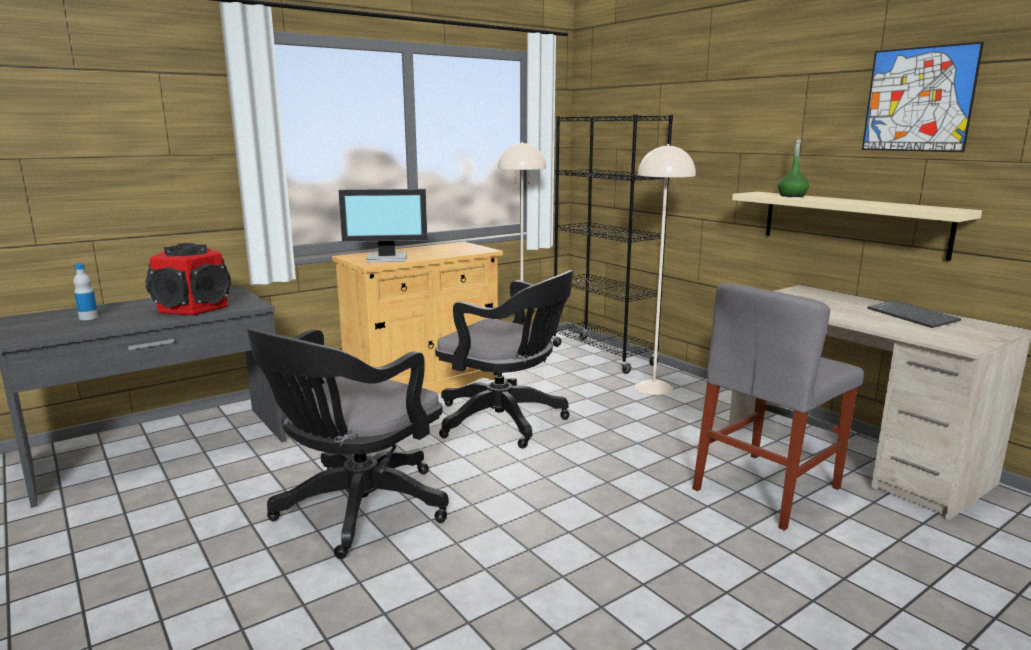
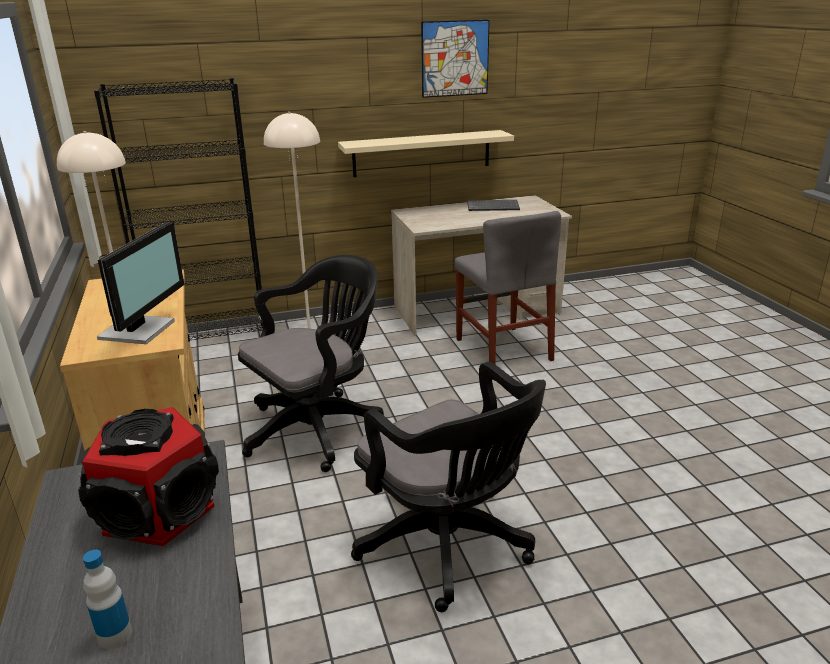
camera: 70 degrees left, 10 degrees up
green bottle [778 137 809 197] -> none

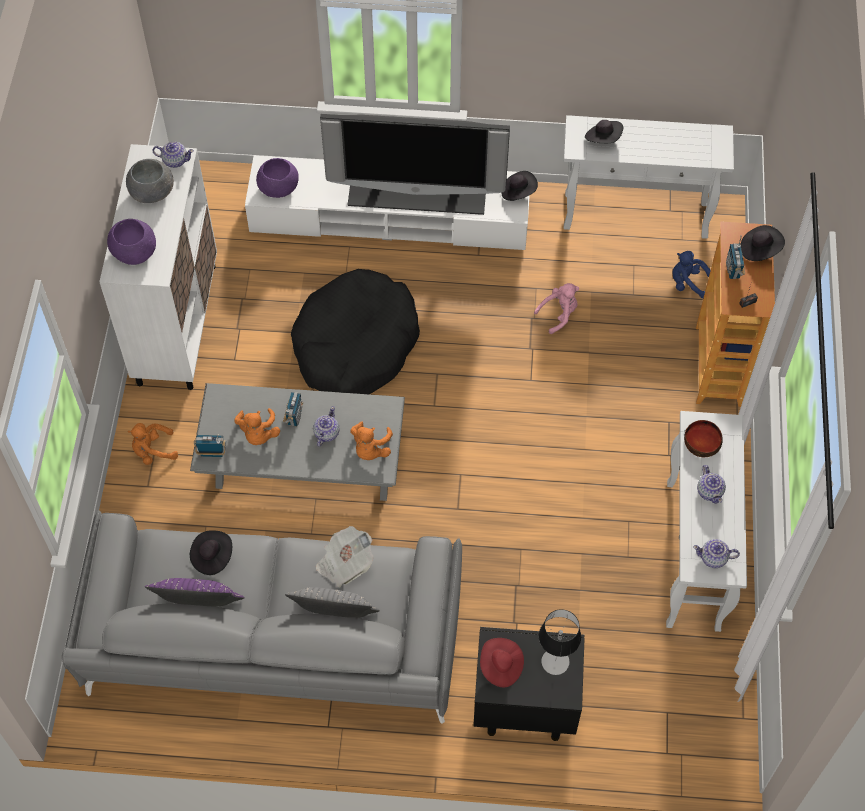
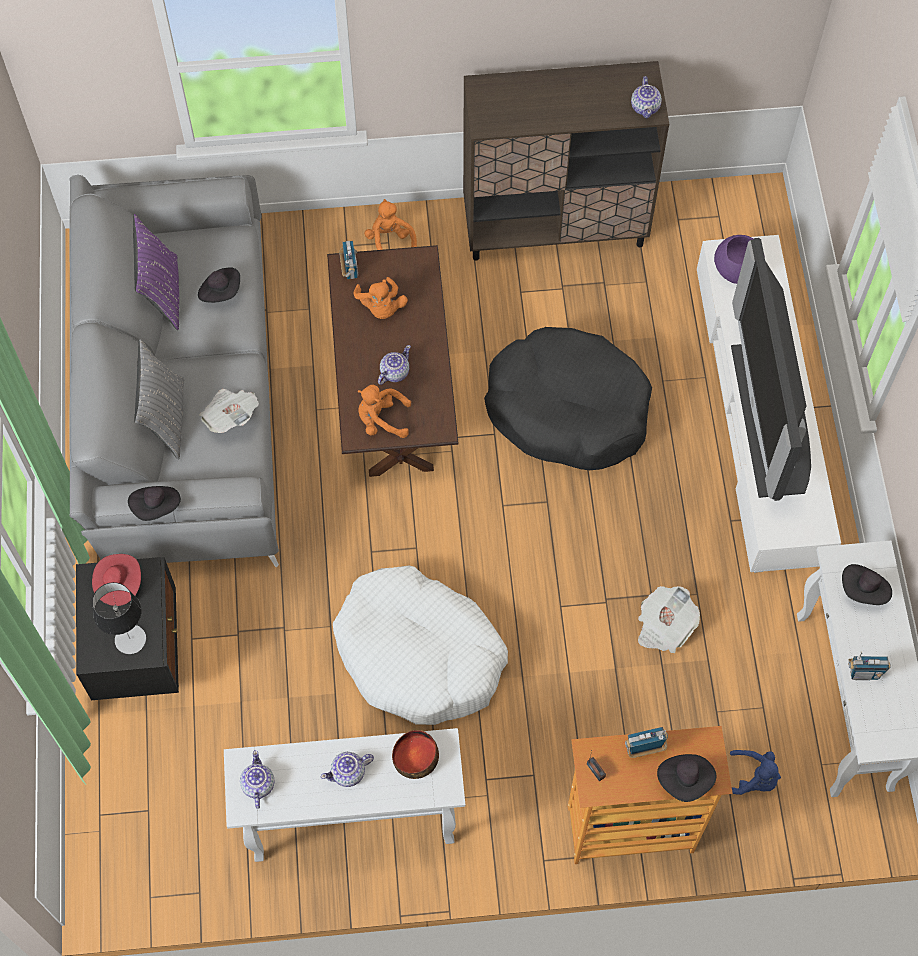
camera: 80 degrees right, 5 degrees up
black hat [501 171 538 201] -> black hat [128 486 181 521], shifted
grey coffee table [190 383 405 501] -> brown coffee table [327 245 459 477]
none -> white dog bed [333 566 508 725]
orange plush toy [234 408 280 445] -> orange plush toy [353 277 408 319], 90 degrees counterclockwise
teapot [313 406 339 447] -> teapot [378 345 411 385], 60 degrees counterclockwise
white cabinet [99 144 217 390] -> brown cabinet [463 61 669 261]
pink plush toy [534 283 579 334] -> newspaper [638 586 700 653]
blue plush toy [673 251 711 298] -> blue plush toy [730 750 781 795], 105 degrees clockwise
radio [283 392 303 426] -> radio [848 651 891 680], shifted
purple bowl [107 219 156 265] -> none
grey bowl [126 159 174 203] -> none

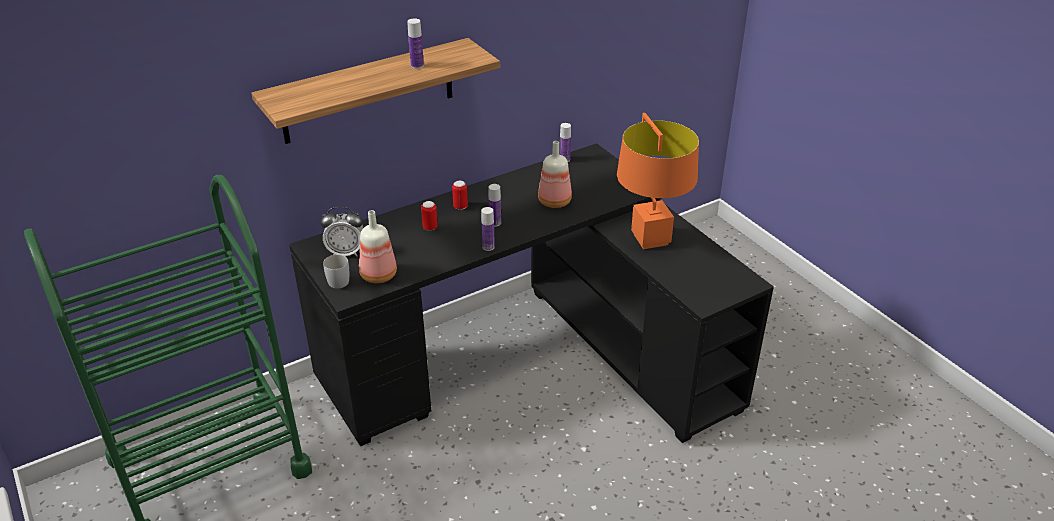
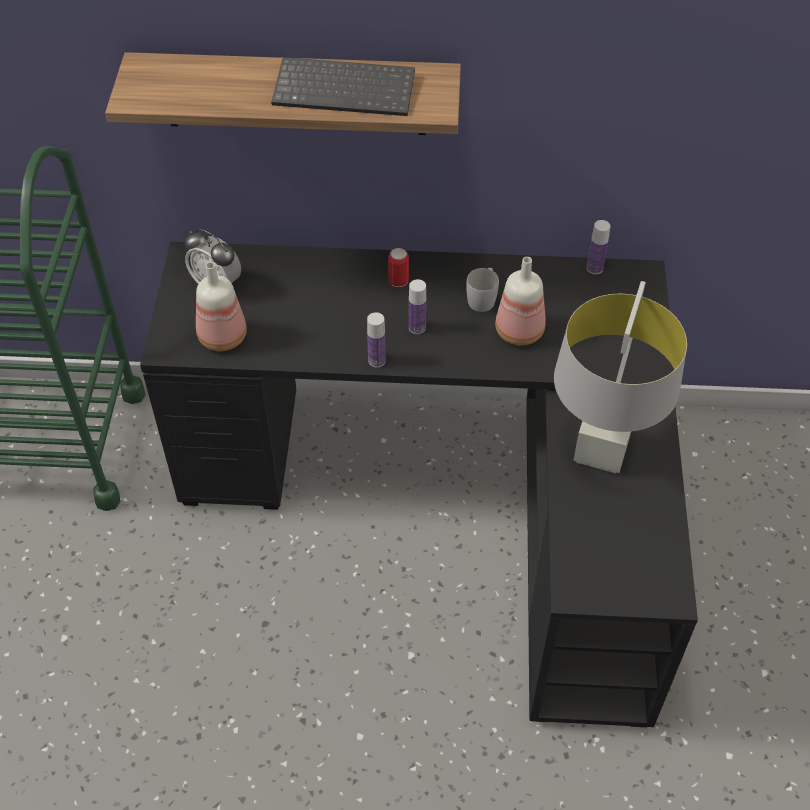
camera: 35 degrees right, 15 degrees up
bottle [407 19 424 69] -> keyboard [271 57 415 116]
white mug [323 255 349 289] -> white mug [466 268 499 312], shifted
orange table lamp [617 113 699 249] -> grey table lamp [554 281 687 473]
can [421 201 438 231] -> none

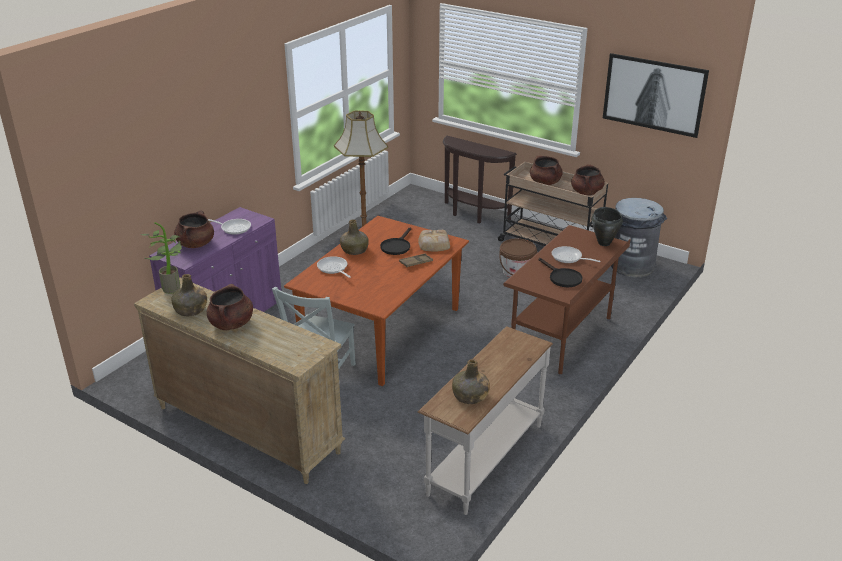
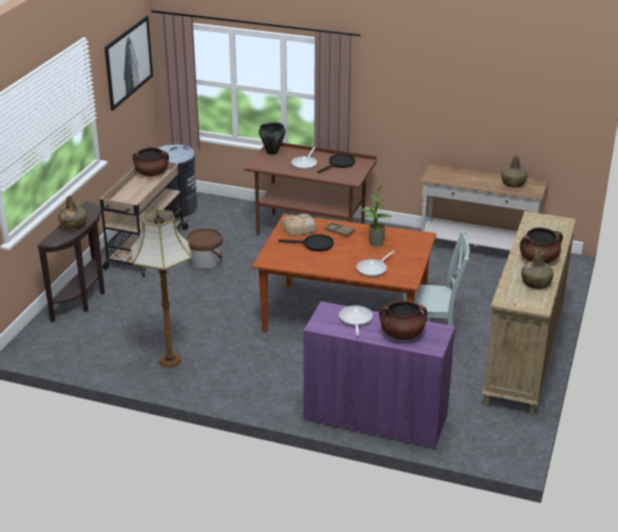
camera: 105 degrees left, 0 degrees up
green bottle [340 219 369 255] -> green bottle [58 196 87 230], shifted
potted plant [139 222 181 294] -> potted plant [359 185 391 247], shifted
brown cooking pot [530 156 563 185] -> none

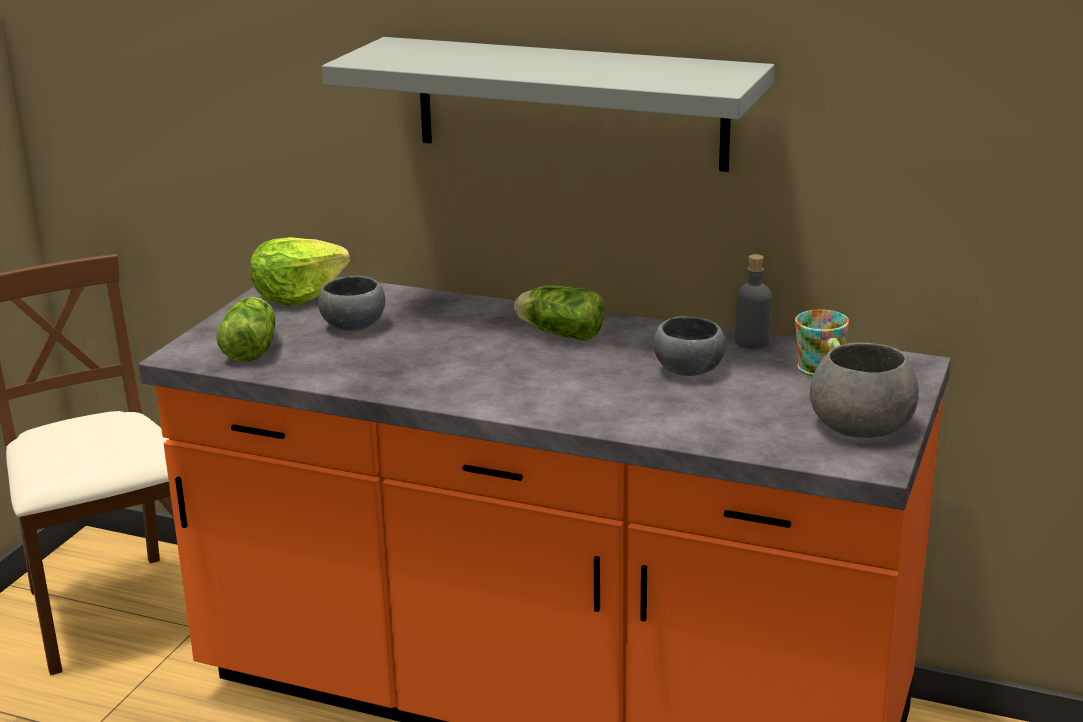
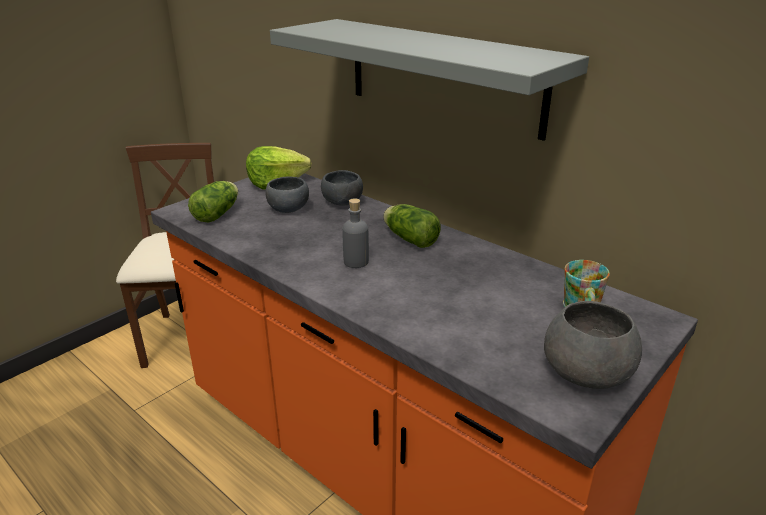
camera: 20 degrees right, 5 degrees up
grey bowl [654 316 725 376] -> grey bowl [321 170 363 206], shifted
grey bottle [735 254 772 349] -> grey bottle [342 198 369 268], shifted

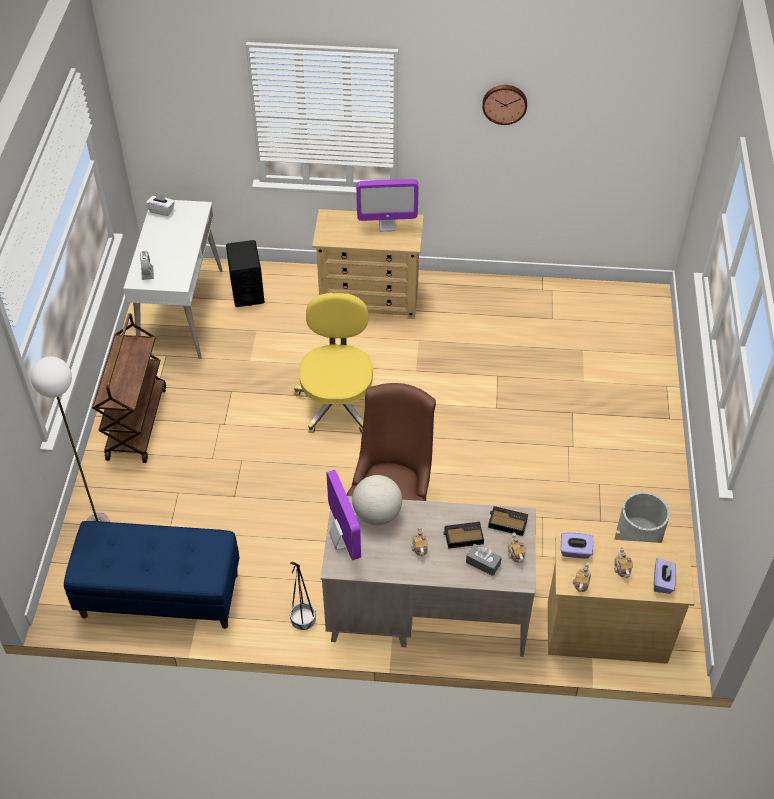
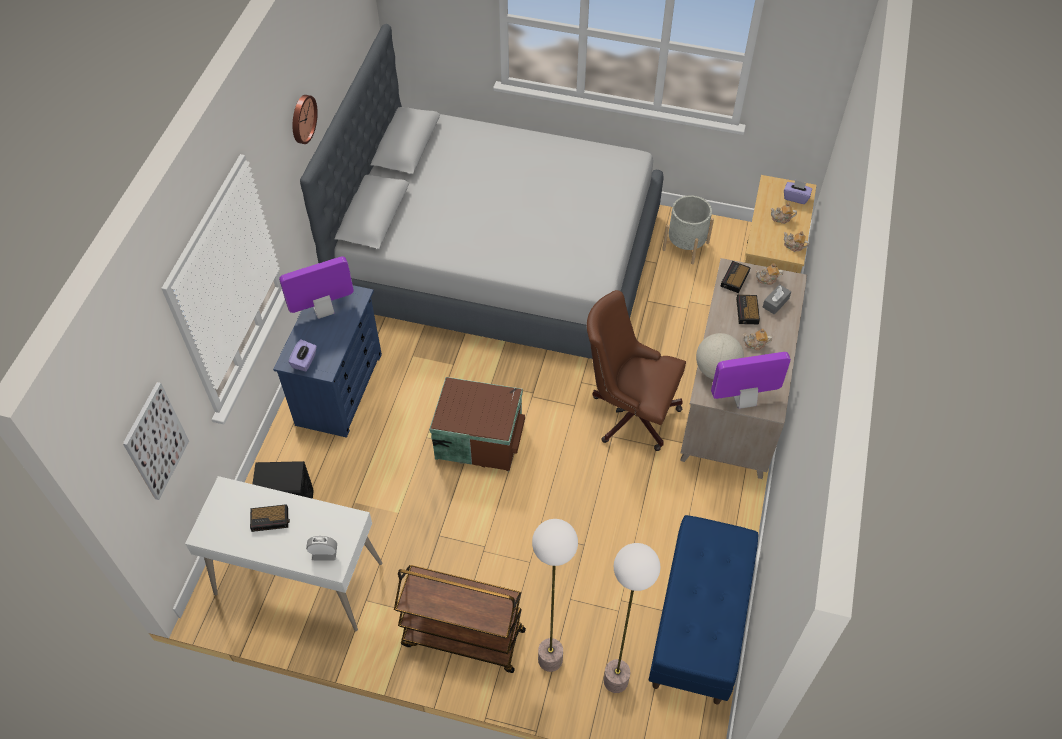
camera: 80 degrees left, 5 degrees up
none -> picture [123 382 189 500]
none -> alarm clock [250 504 290 532]
beige dresser [312 209 424 319] -> blue dresser [273 285 382 438]
monitor [356 179 418 232] -> monitor [279 256 354 319], 120 degrees counterclockwise
purple tissue box [561 532 594 559] -> purple tissue box [288 339 317 371], shifted
none -> grey bed [300 24 664 359]
yellow office chair [294 293 377 433] -> brown storage box [429 377 525 472]
none -> floor lamp [532 519 578 672]
white tissue box [146 193 175 216] -> none
black planter [290 562 316 630] -> none

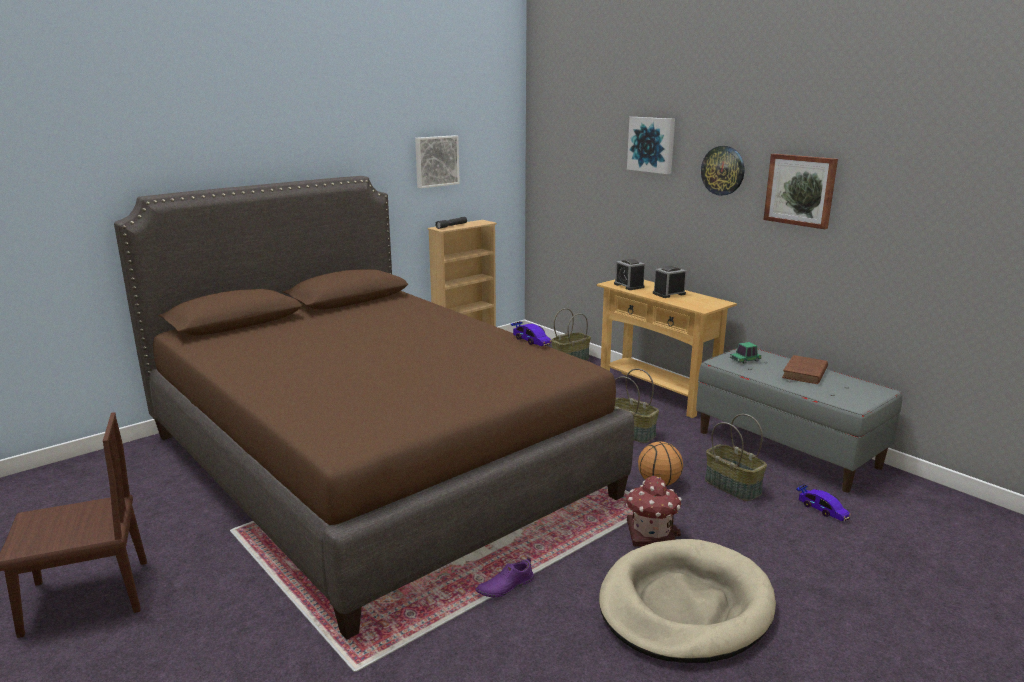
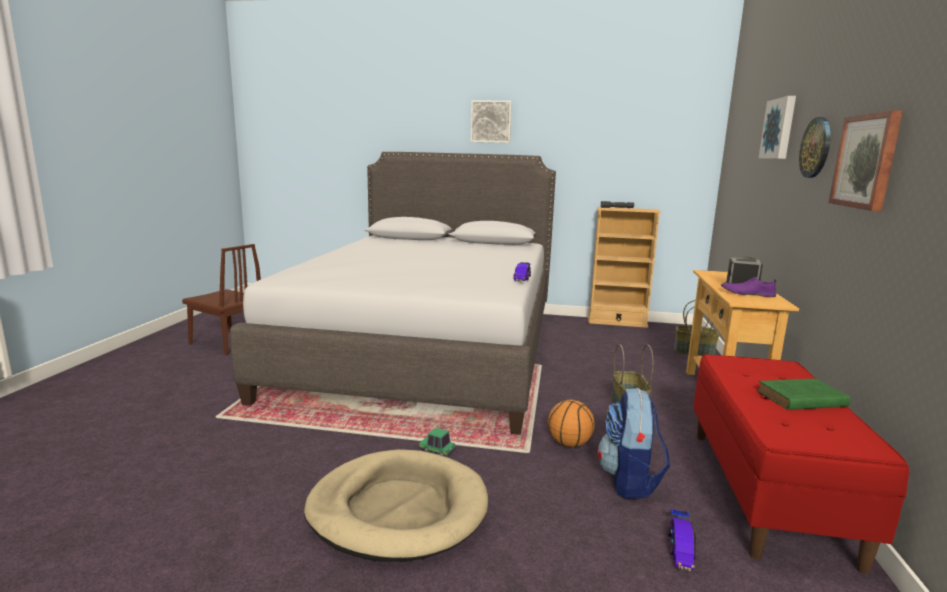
camera: 50 degrees right, 5 degrees down
brown bed [114 176 634 639] -> grey bed [230 152 556 435]
toy car [730 342 761 364] -> toy car [419 428 456 456], shifted
picture [415 135 460 188] -> picture [470 100 512 143], shifted
basket [705 414 767 501] -> backpack [597 388 670 499]
grey bench [696 348 902 493] -> red bench [693 354 909 574]
purple shoe [475 557 534 597] -> purple shoe [721 277 776 297], shifted
brown book [782 355 828 384] -> green book [757 379 850 410]
alarm clock [614 259 645 290] -> none
toy house [626 476 682 547] -> none

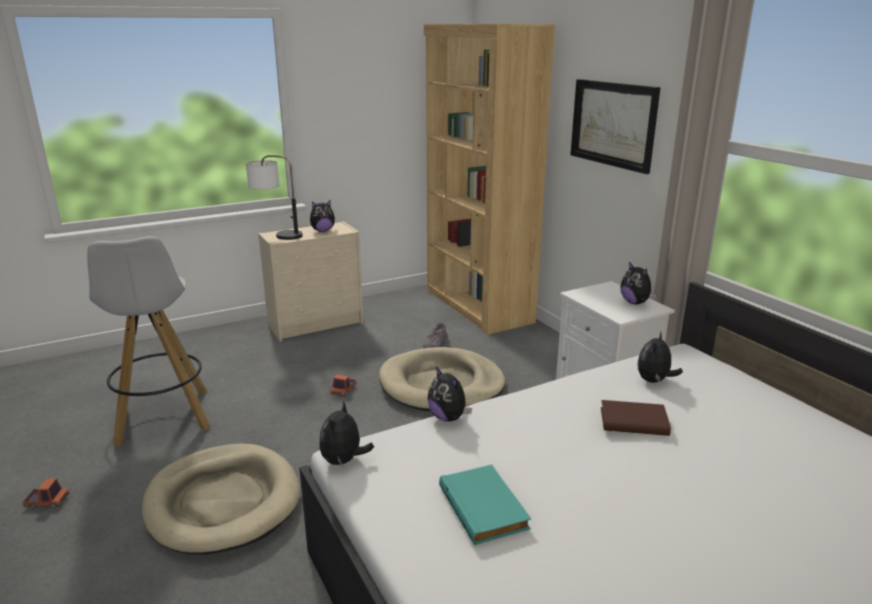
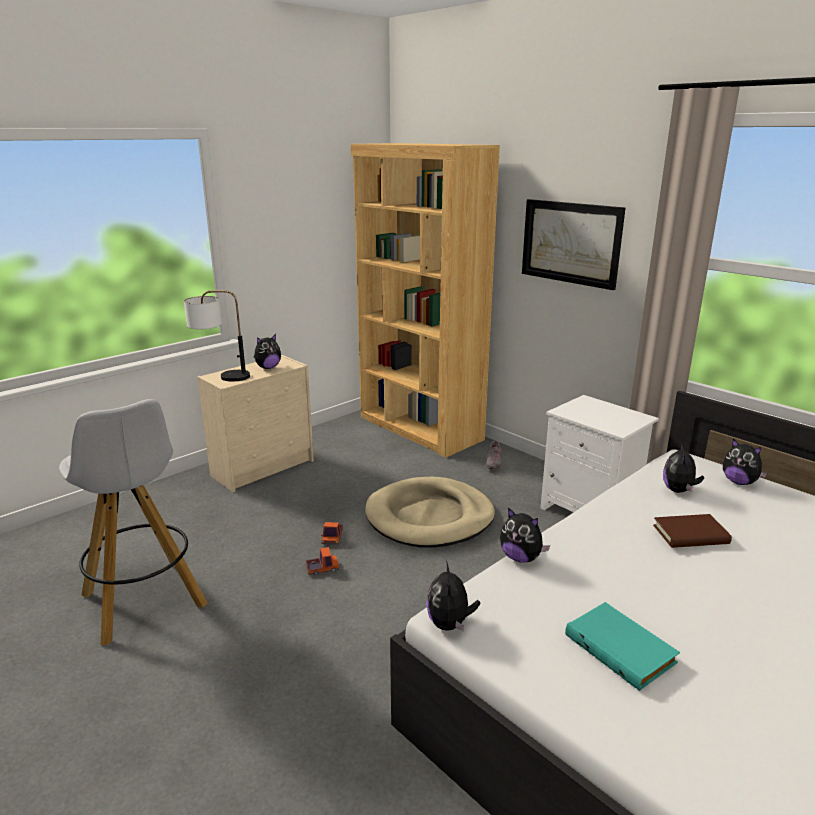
camera: 15 degrees left, 0 degrees up
toy truck [22 478 69 508] -> toy truck [306 547 339 575], shifted
grey shoe [423 323 448 349] -> grey shoe [486 441 502 470], shifted
plush toy [620 262 657 305] -> plush toy [723 439 768 485], shifted
beige dog bed [142 444 300 555] -> none

